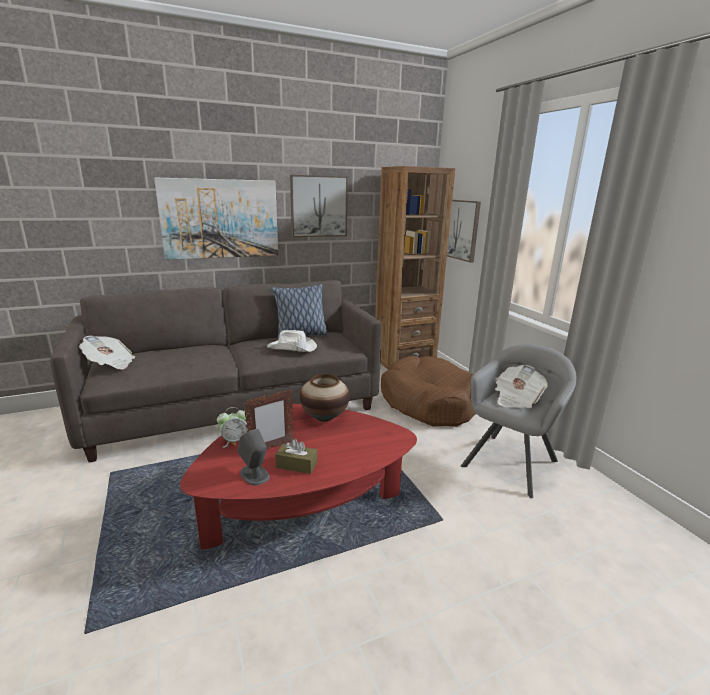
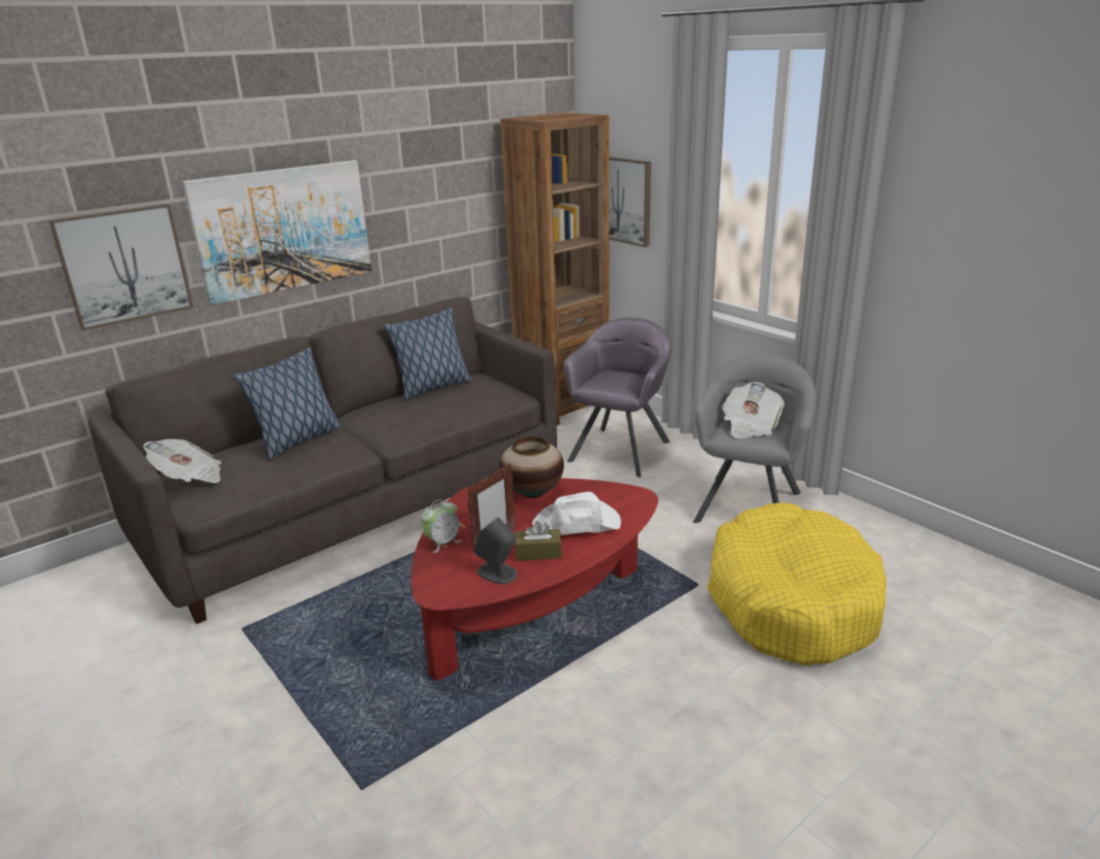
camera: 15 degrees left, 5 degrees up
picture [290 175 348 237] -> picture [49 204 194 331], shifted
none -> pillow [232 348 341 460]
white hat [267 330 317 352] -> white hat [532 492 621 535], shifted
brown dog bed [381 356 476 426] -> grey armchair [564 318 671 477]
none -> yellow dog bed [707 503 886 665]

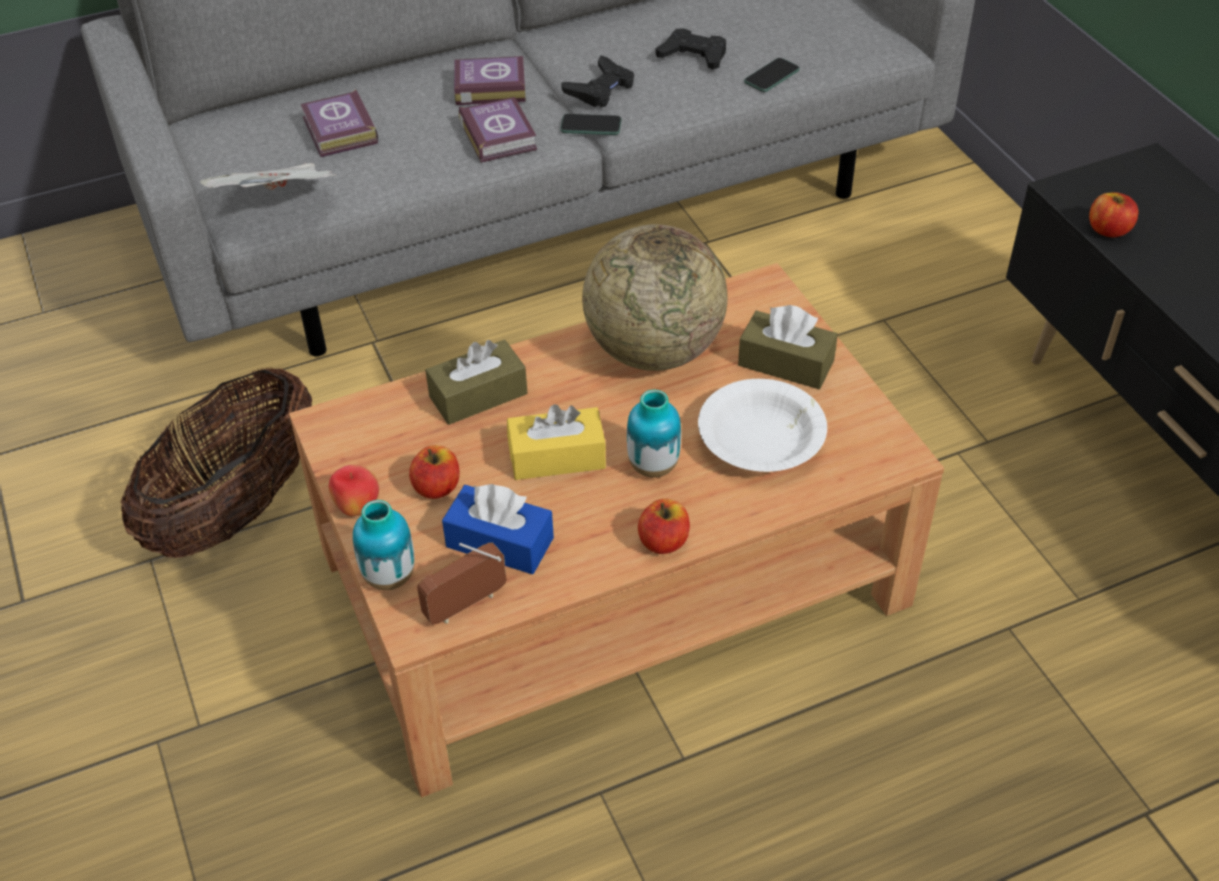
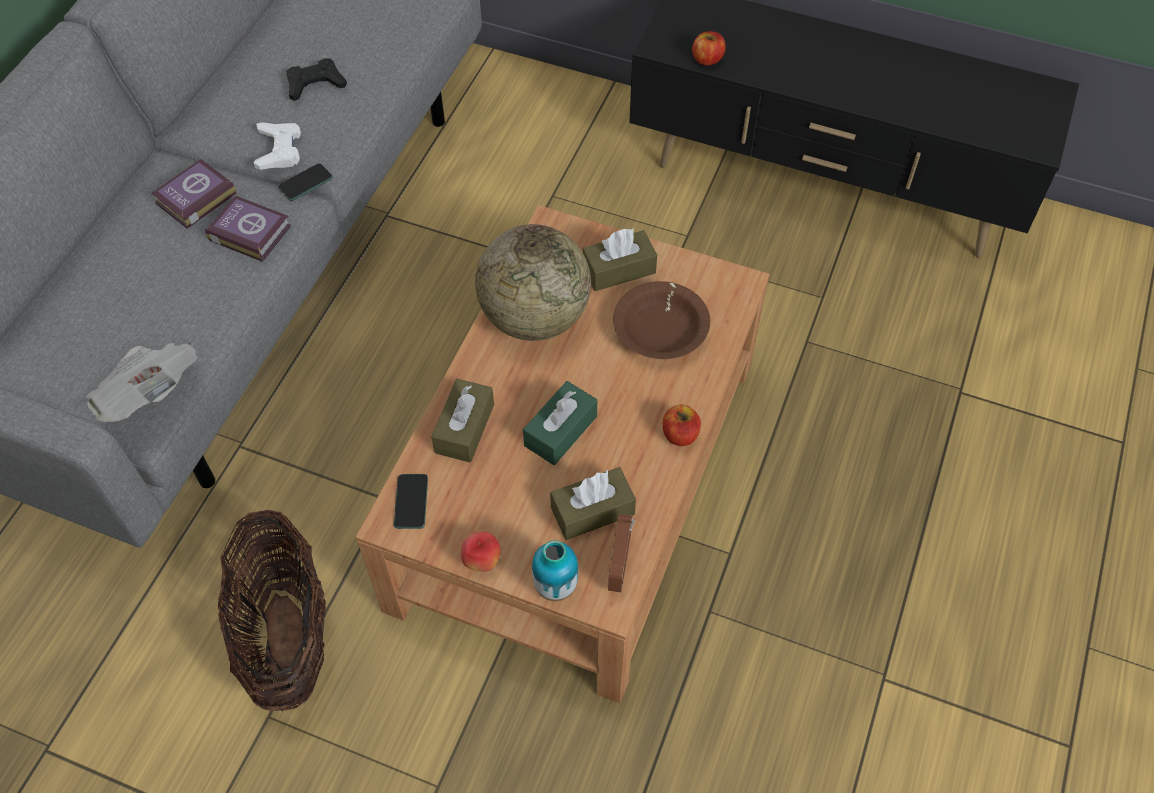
camera: 45 degrees left, 10 degrees up
black game controller [561 55 634 108] -> white game controller [253 122 301 170]
phone [744 58 800 92] -> phone [394 474 428 529], shifted
yellow tissue box [507 404 606 480] -> green tissue box [523 381 597 465]
blue tissue box [442 484 554 574] -> brown tissue box [550 467 636 540]
white bowl [698 379 827 472] -> brown bowl [613 281 710 359]
book [301 90 378 157] -> none
apple [409 445 460 499] -> none
vase [627 390 681 478] -> none

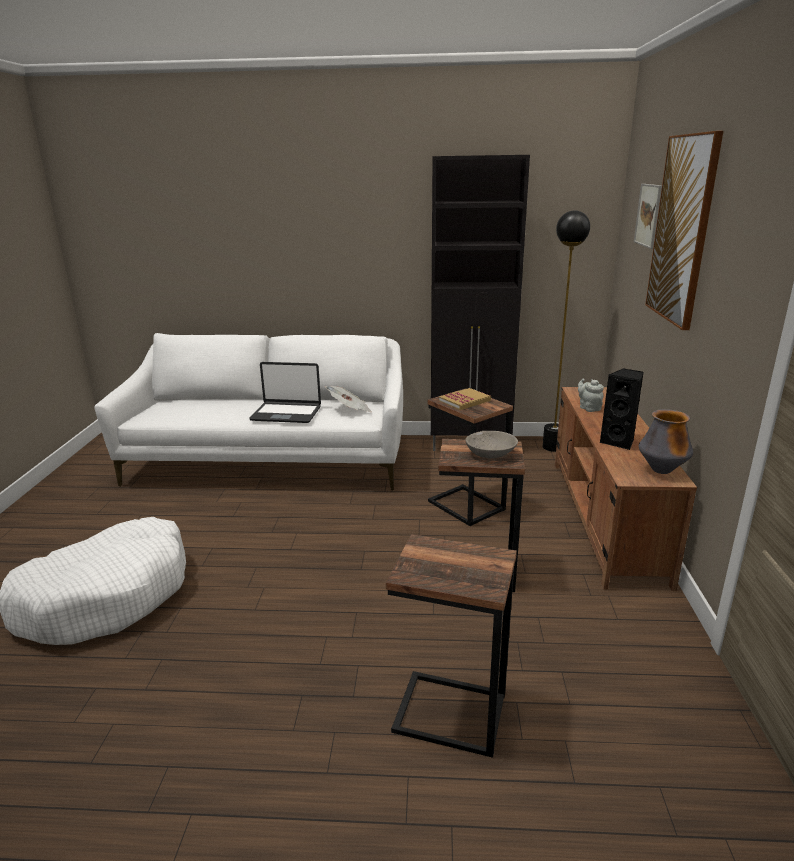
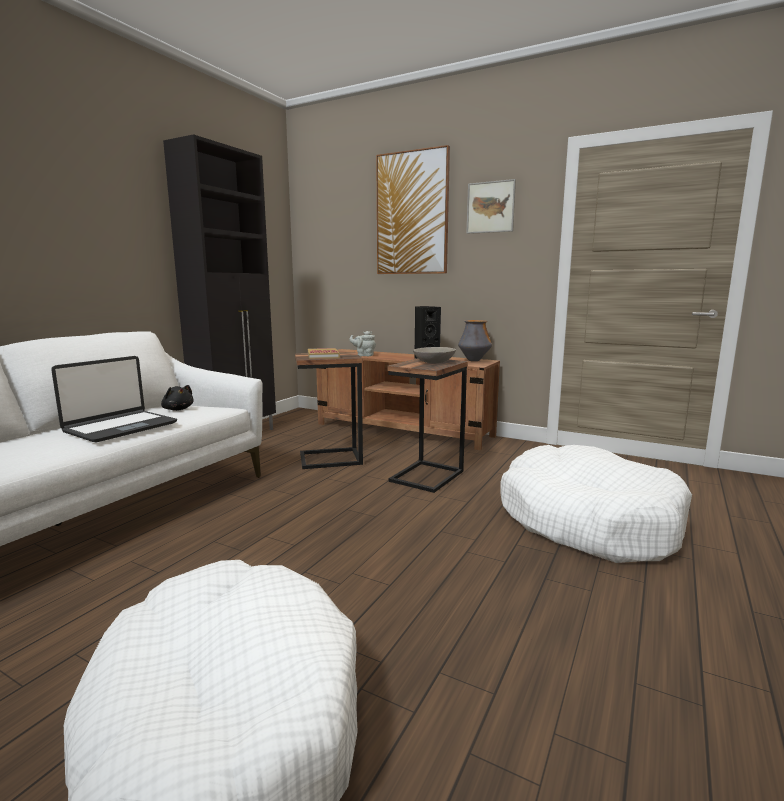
camera: 65 degrees left, 10 degrees down
newspaper [325 386 372 412] -> black plush toy [161 385 194 411]
picture [634 184 662 249] -> picture [466 179 516 234], shifted
side table [386 534 517 758] -> white dog bed [500 445 692 563]
black floor lamp [543 210 590 452] -> none

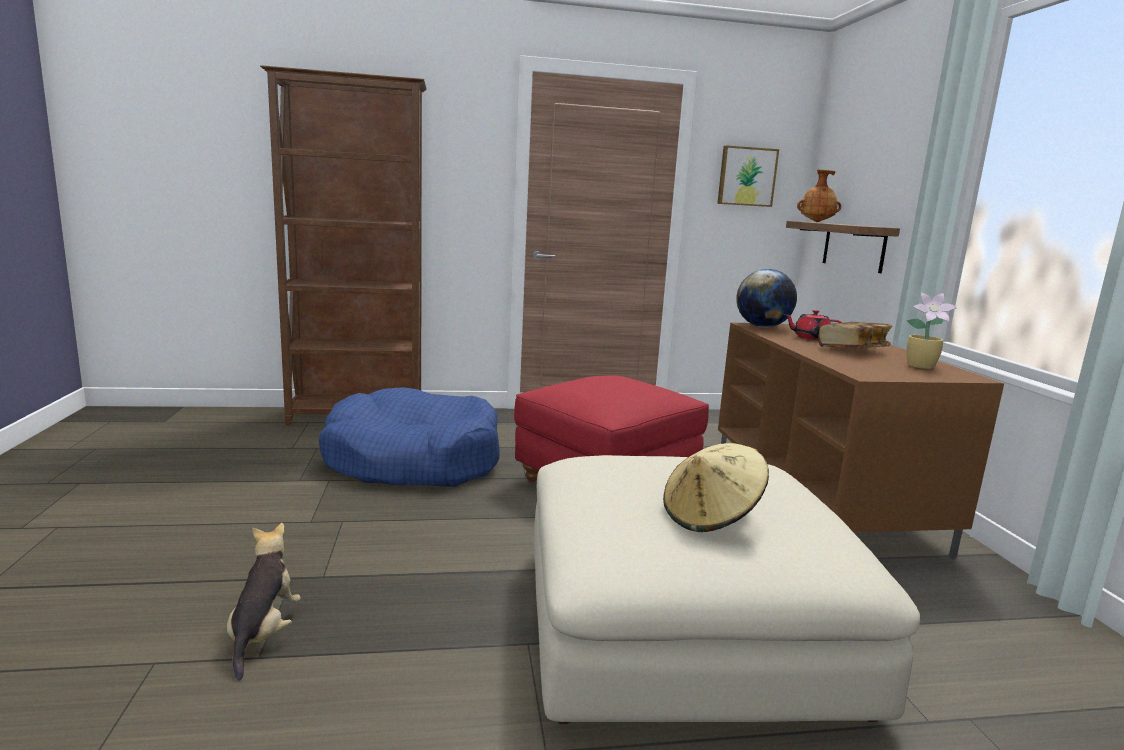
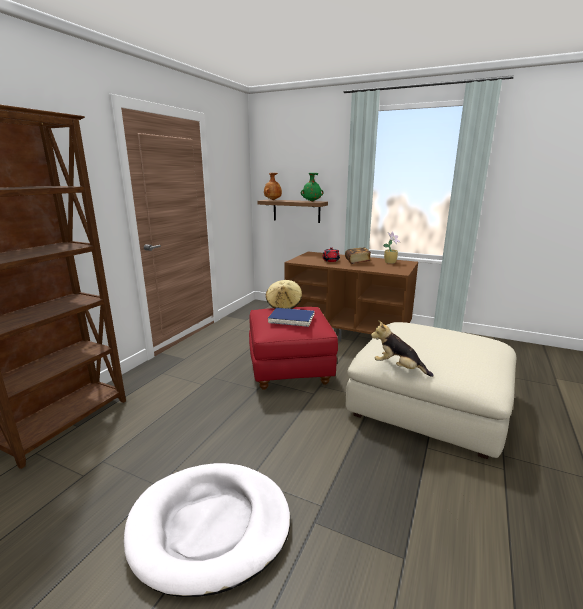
camera: 55 degrees left, 5 degrees up
none -> white dog bed [124 463 290 597]
beige hat [663 443 769 532] -> beige hat [266 280 302 309], shifted
none -> blue book [268 308 315 327]
none -> green vase [301 173 323 202]
plush toy [227 523 301 680] -> plush toy [371 320 434 377], shifted
blue dog bed [319 387 500 487] -> none
picture [717 145 779 207] -> none
globe [736 269 797 327] -> none

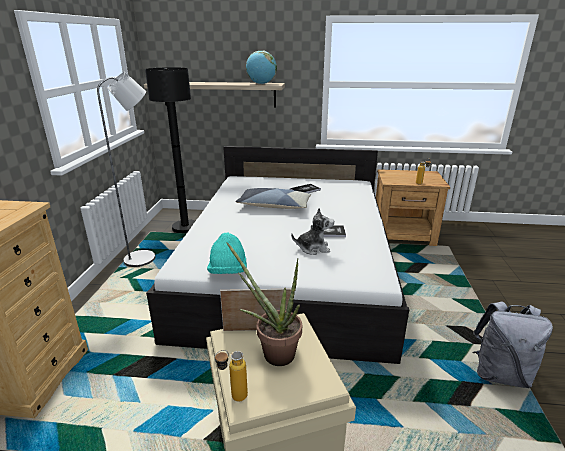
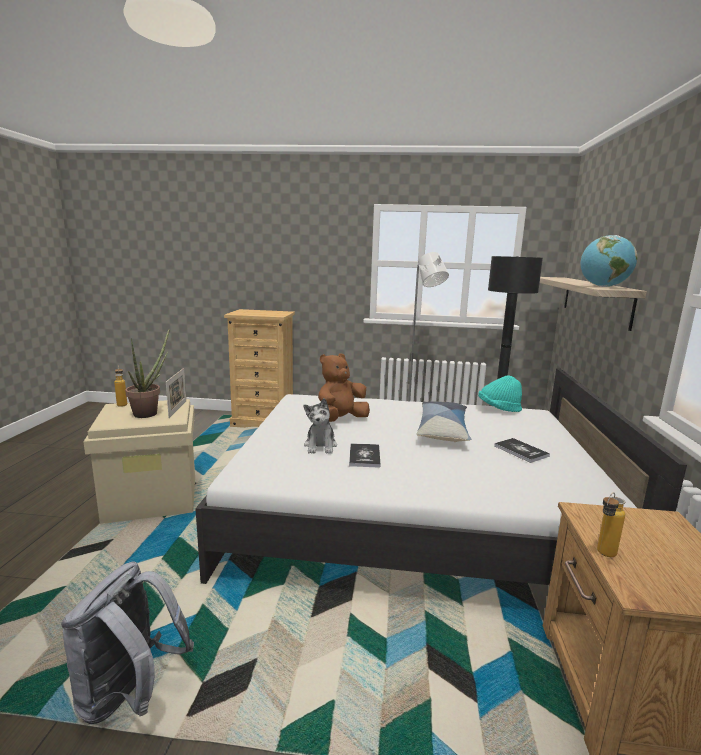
camera: 90 degrees right, 10 degrees down
none -> brown plush toy [318 353 370 422]
turquoise hat [207 232 247 274] -> turquoise hat [478 375 522 412], shifted

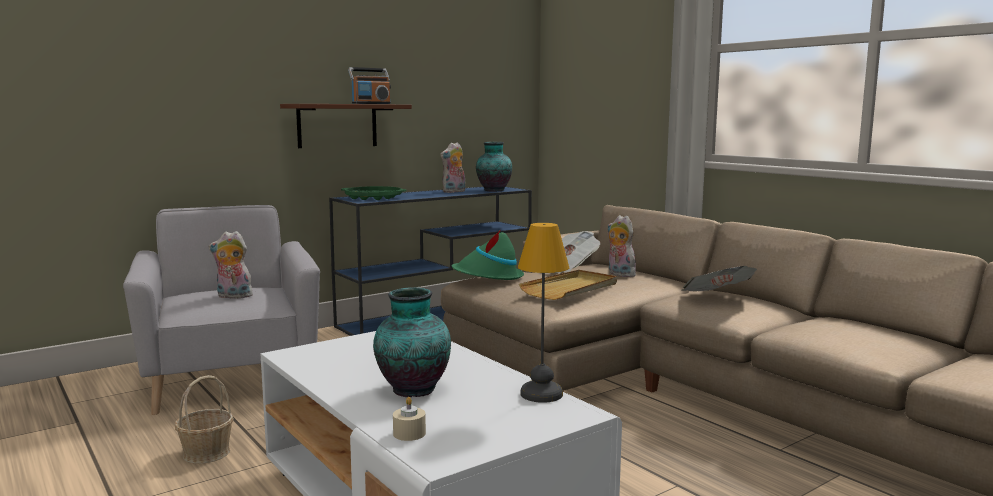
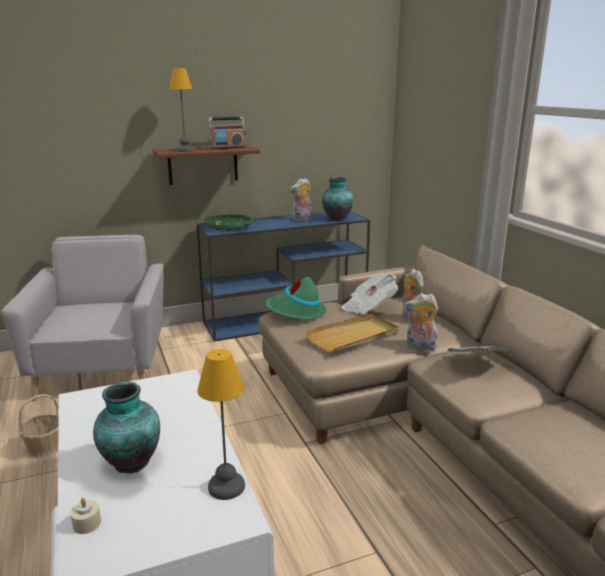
camera: 15 degrees right, 10 degrees up
none -> table lamp [169 68 195 152]
plush toy [209 231 253 299] -> plush toy [404 293 438 351], shifted

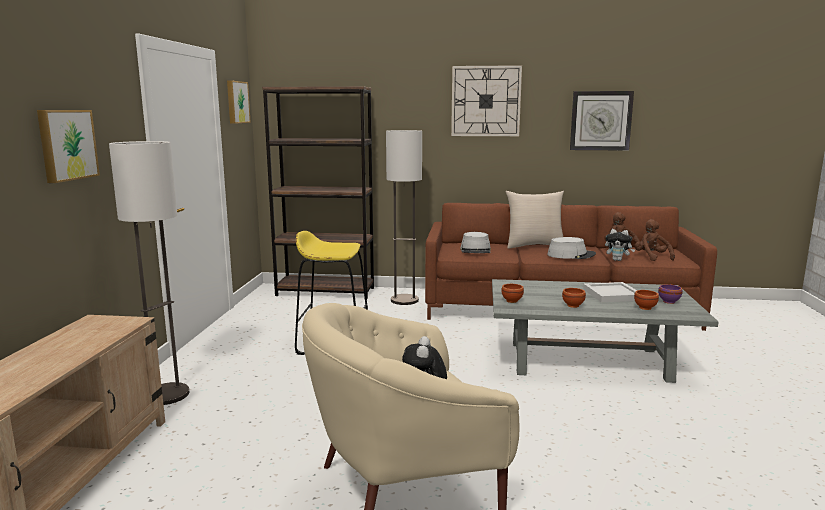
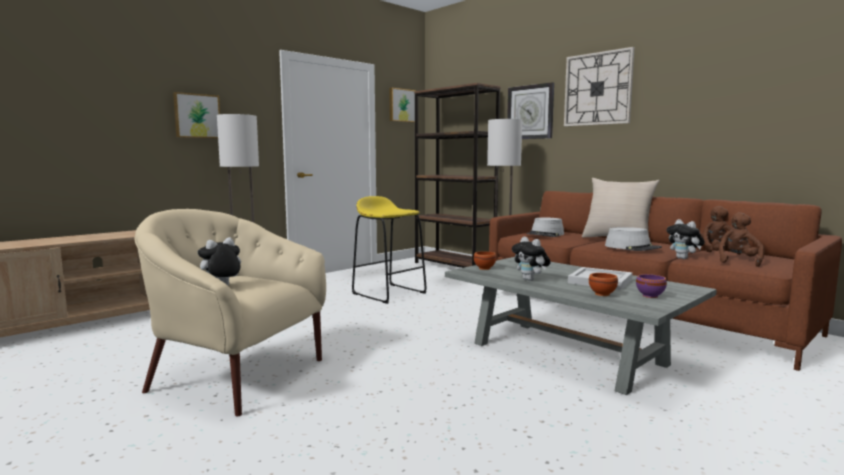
camera: 40 degrees right, 5 degrees down
wall clock [570 91 634 151] -> wall clock [507 82 554 139], shifted
brown bowl [562 288 586 308] -> plush toy [512 237 551 281]

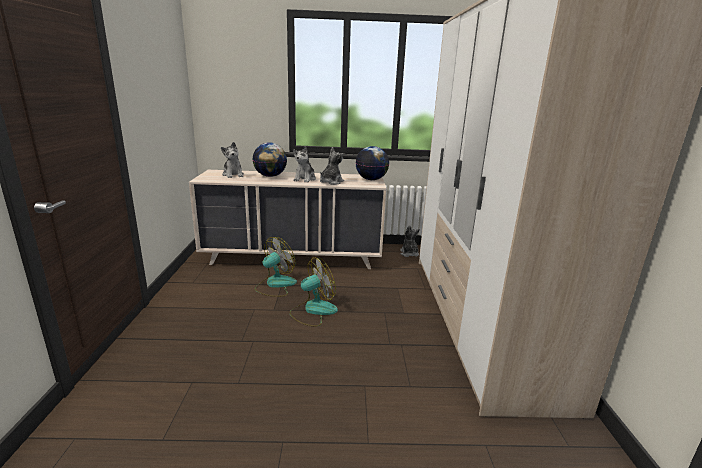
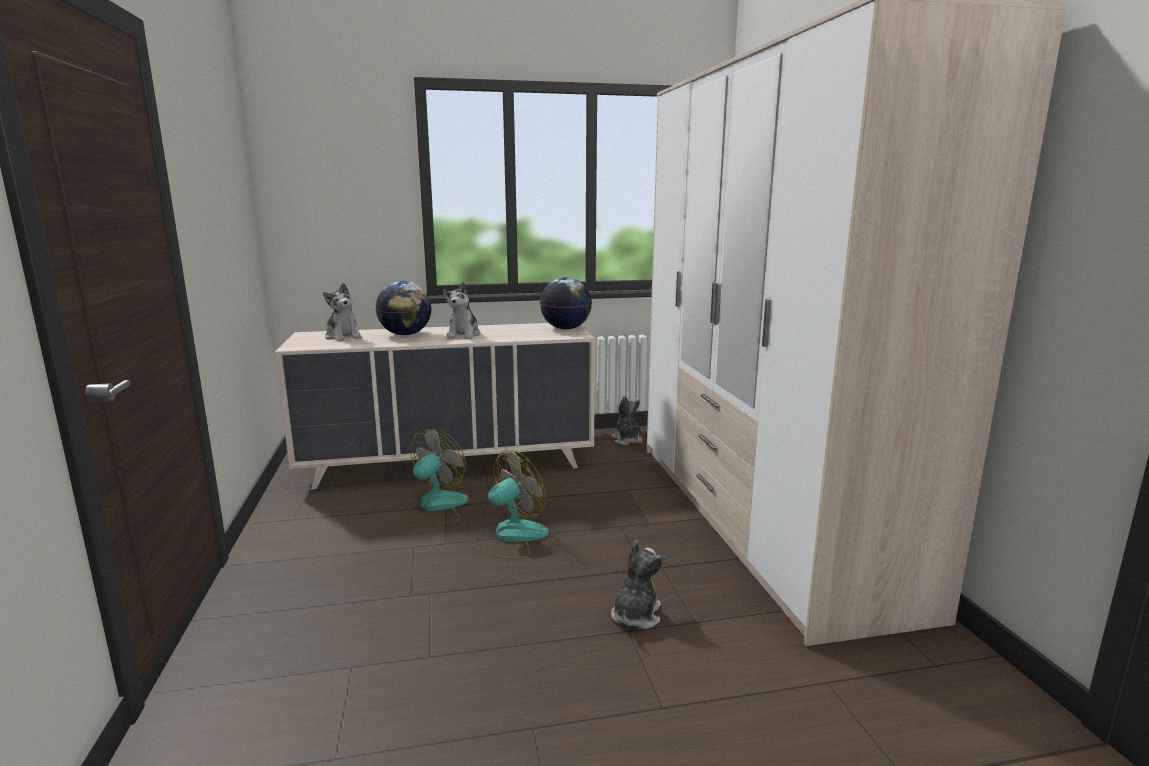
camera: 10 degrees left, 5 degrees down
plush toy [320 147 344 185] -> plush toy [611 540 666 629], shifted

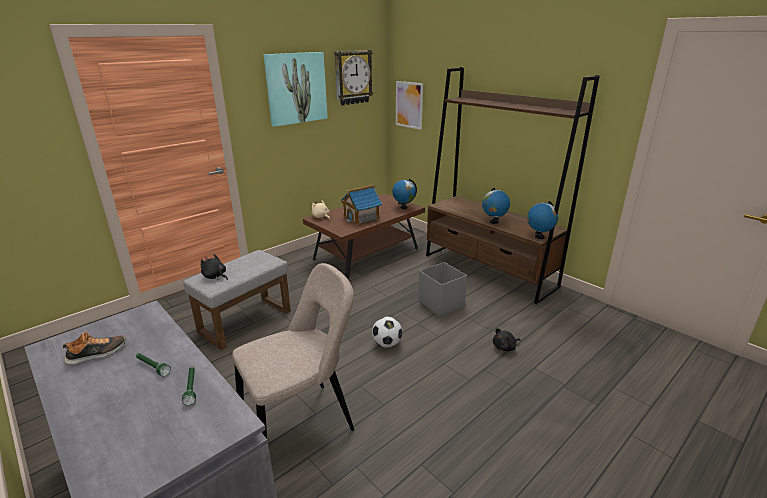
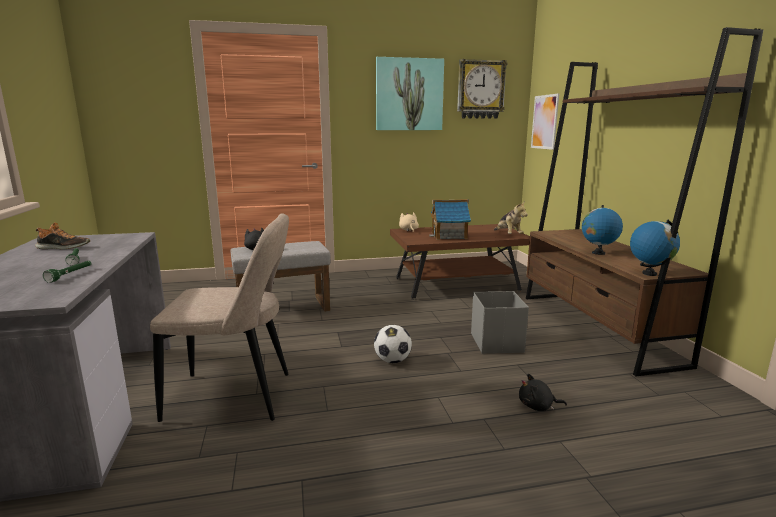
camera: 30 degrees right, 10 degrees down
globe [392 179 417 209] -> plush toy [494 201 528 234]

